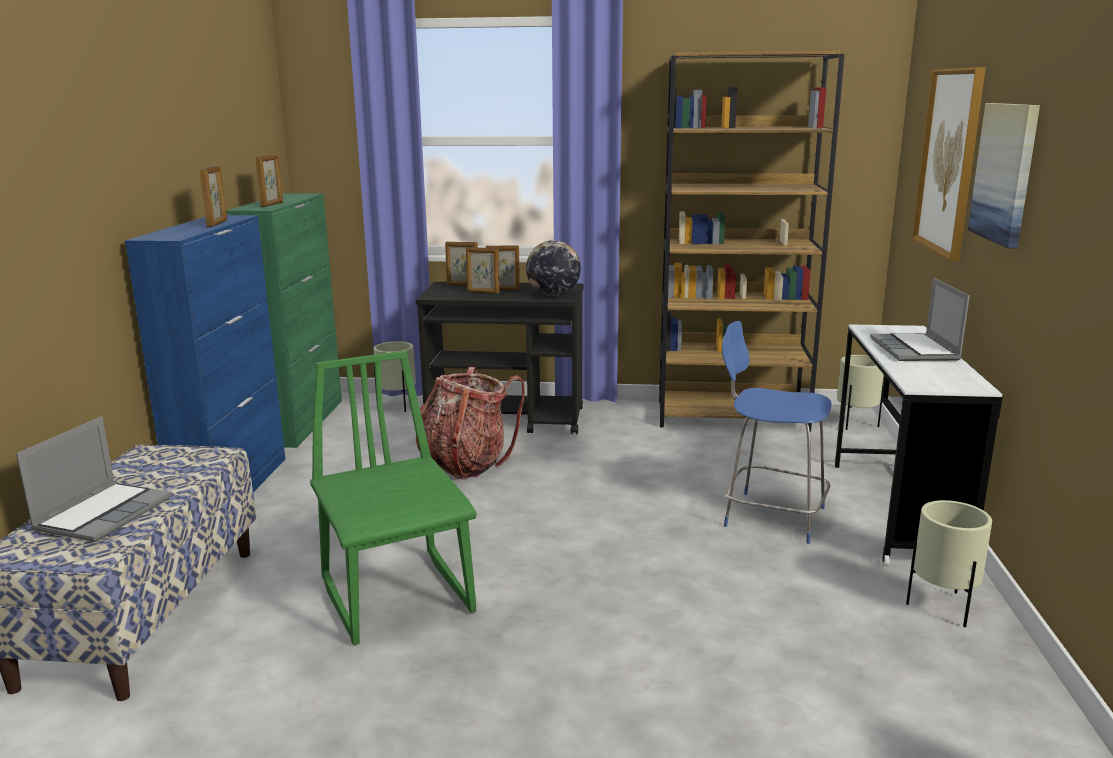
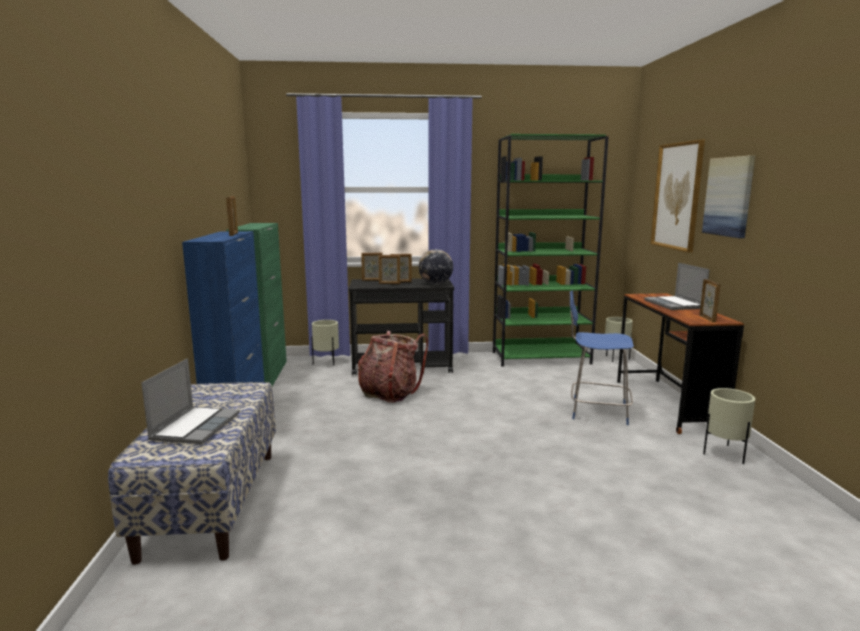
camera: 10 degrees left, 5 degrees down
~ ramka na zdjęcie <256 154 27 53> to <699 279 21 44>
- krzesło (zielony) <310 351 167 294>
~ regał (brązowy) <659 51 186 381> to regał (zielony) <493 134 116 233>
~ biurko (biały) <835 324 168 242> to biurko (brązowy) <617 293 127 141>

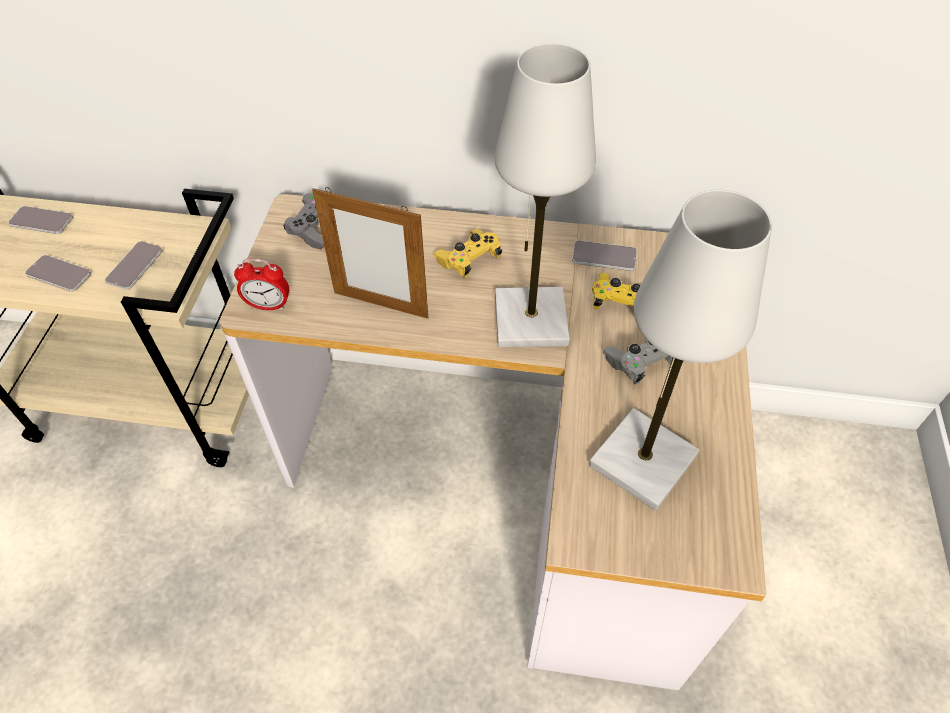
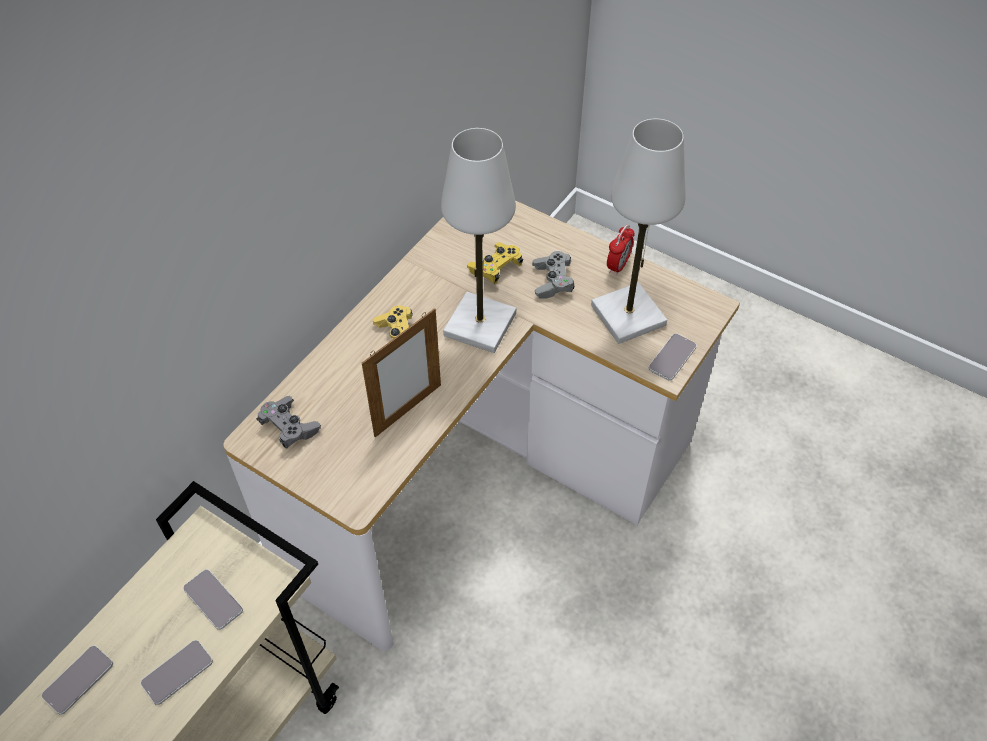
camera: 65 degrees left, 0 degrees up
~ budzik <234 259 55 51> to <607 225 28 51>
~ telefon <572 240 65 31> to <648 333 49 48>

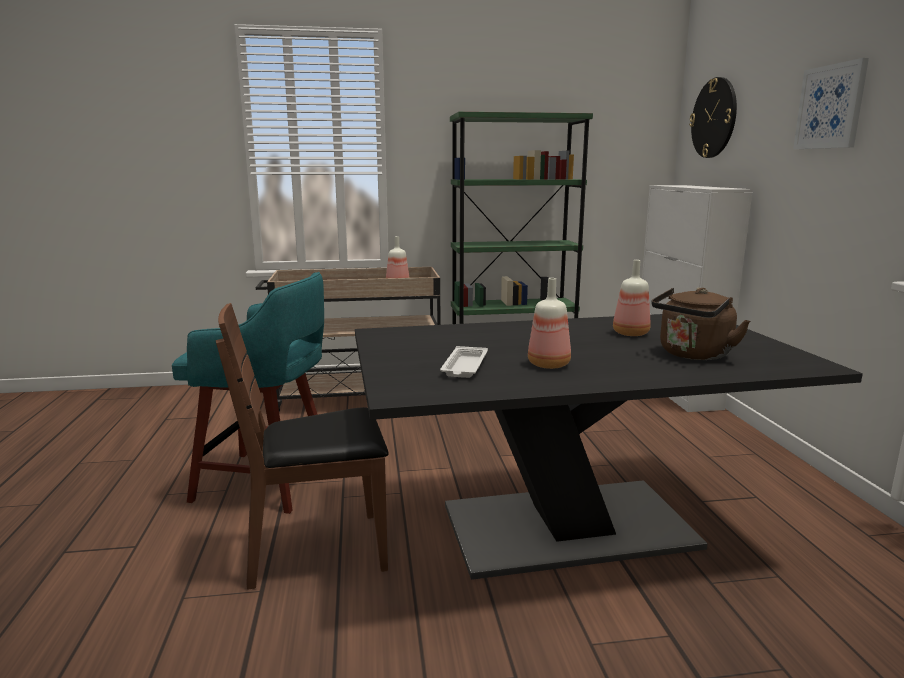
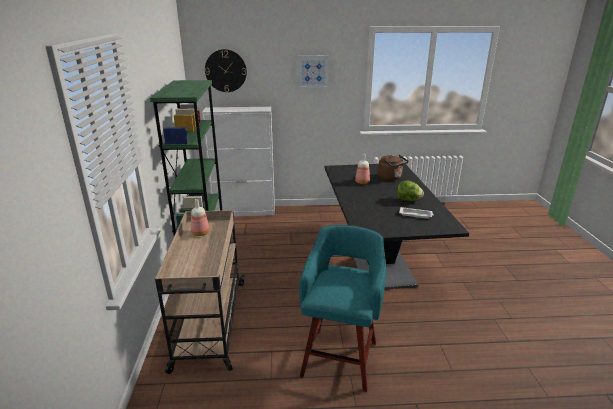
camera: 85 degrees left, 10 degrees up
- krzesło (brązowy) <216 303 173 287>
~ butelka <528 278 43 91> to sałata <397 181 27 20>

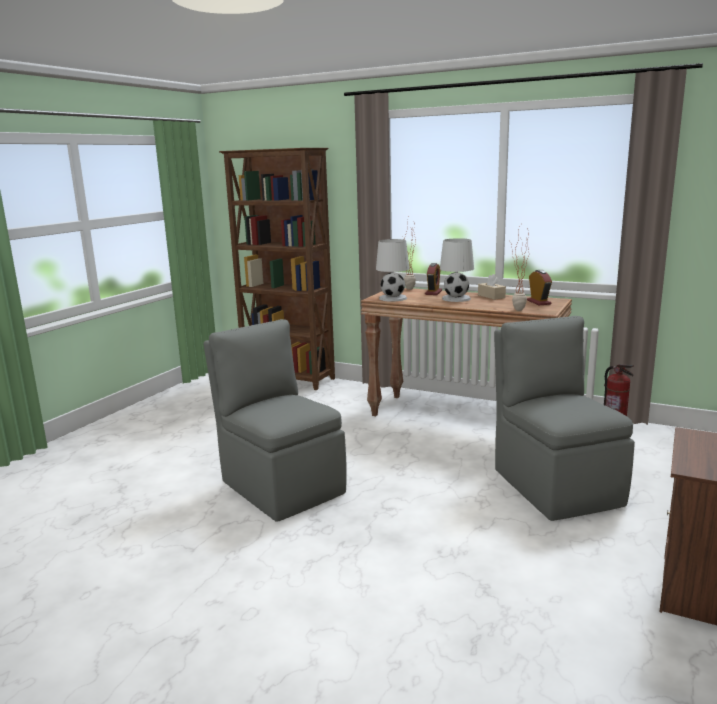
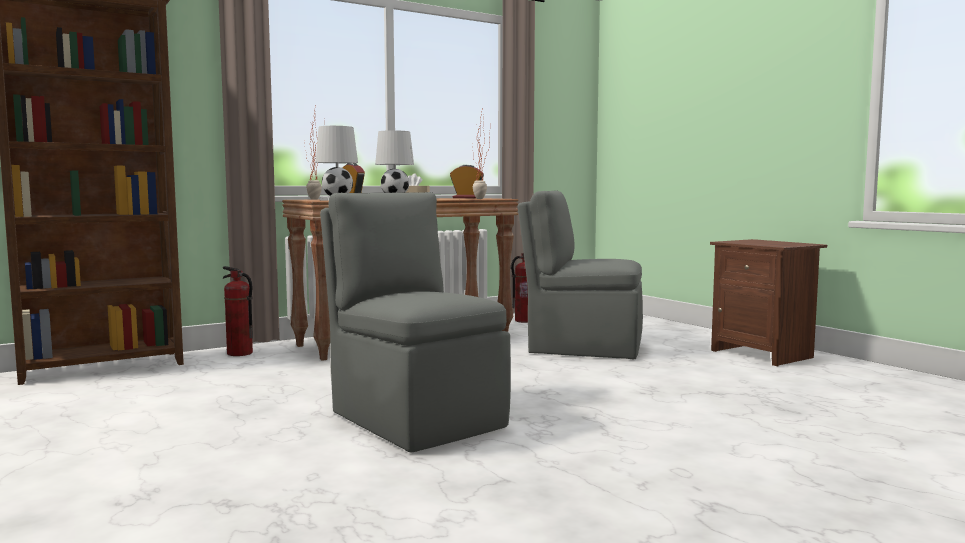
camera: 60 degrees left, 10 degrees down
~ krzesło (szary) <204 319 143 203> = <320 192 191 261> 60 degrees clockwise
+ gaśnica <223 266 30 90>

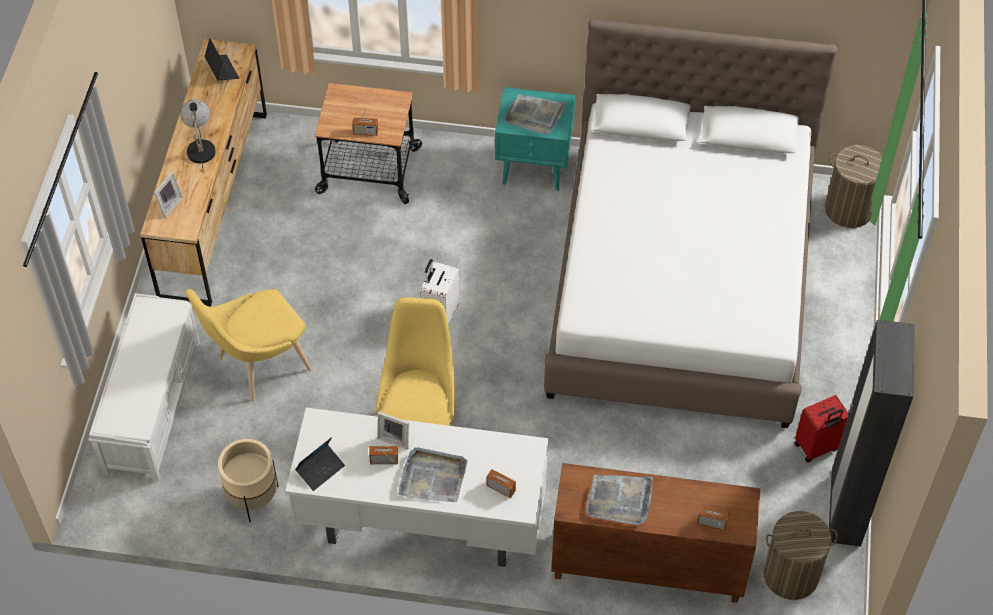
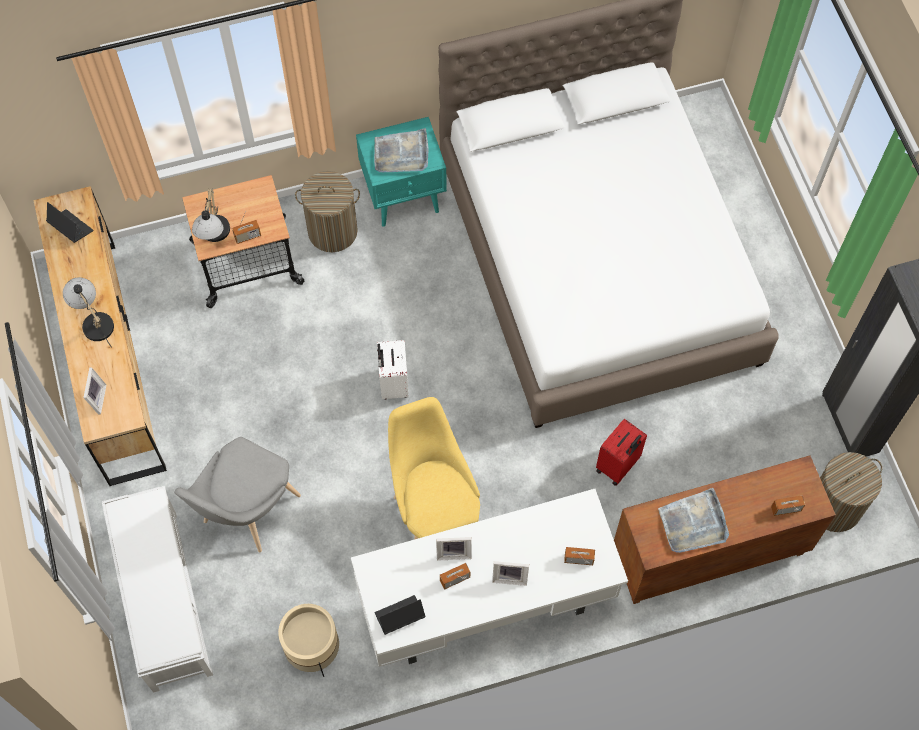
camera: 25 degrees left, 10 degrees up
~ krzesło (żółty) <185 289 127 113> to krzesło (szary) <174 437 127 115>
~ laptop <295 437 50 54> = <375 595 51 40> 135 degrees counterclockwise
~ taca (szary) <398 447 69 55> to ramka na zdjęcie <492 561 37 25>
~ walizka (czerwony) <795 395 54 68> to <596 419 51 67>
~ kosz na pranie <825 145 66 83> to <295 171 65 81>
+ lampa stołowa <192 189 38 53>

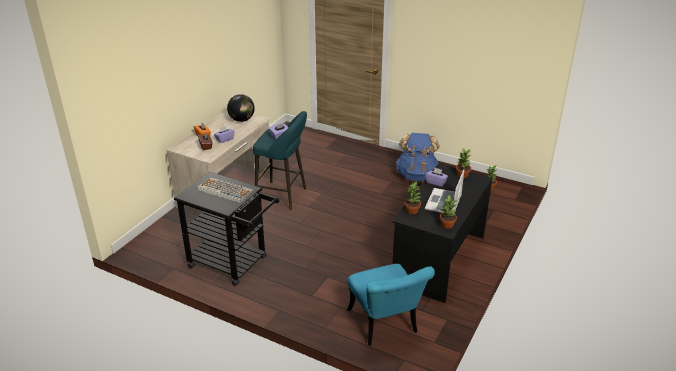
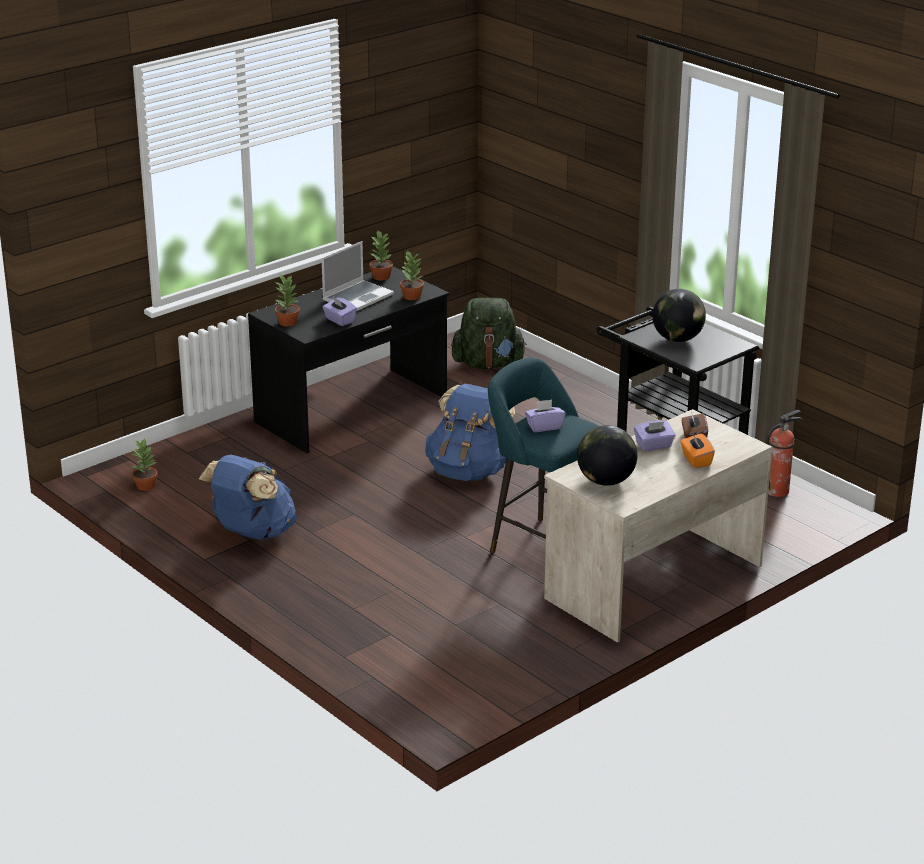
camera: 160 degrees left, 5 degrees down
~ klawiatura <197 177 57 26> to globus <652 289 54 53>
~ krzesło (turkusowy) <347 264 88 82> to plecak (zielony) <451 298 76 71>
+ plecak (niebieski) <425 384 90 97>
+ gaśnica <766 410 37 87>

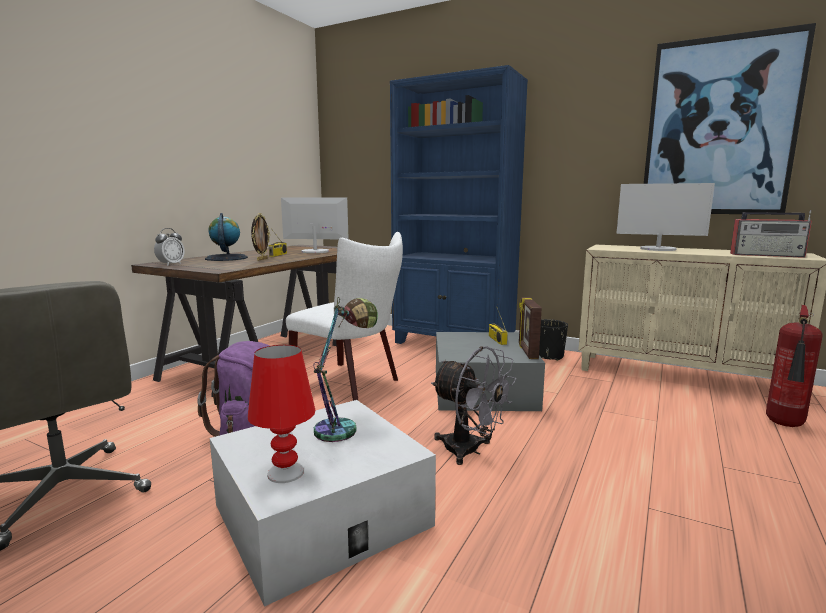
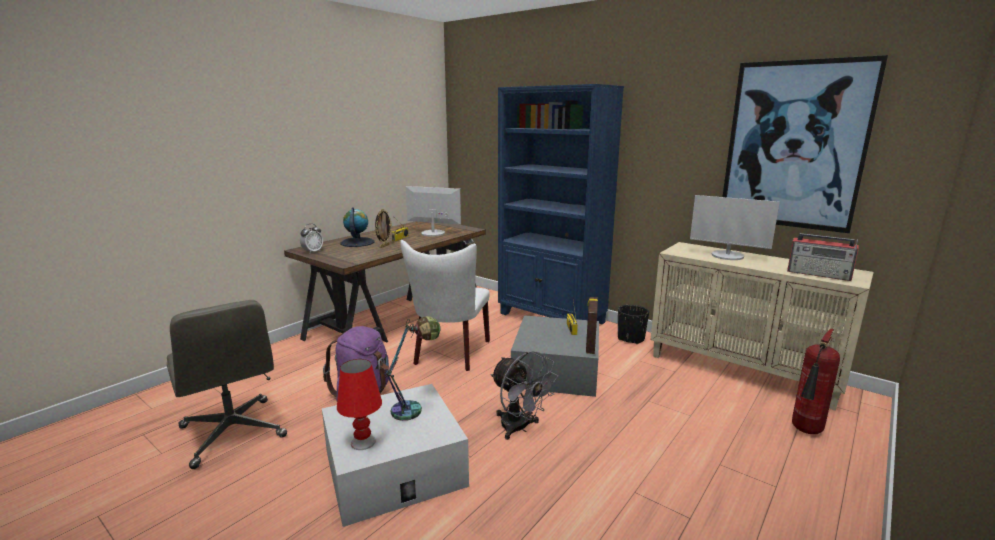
camera: 10 degrees right, 5 degrees up
~ krzesło (biały) <286 232 117 169> = <400 240 90 131> 60 degrees clockwise

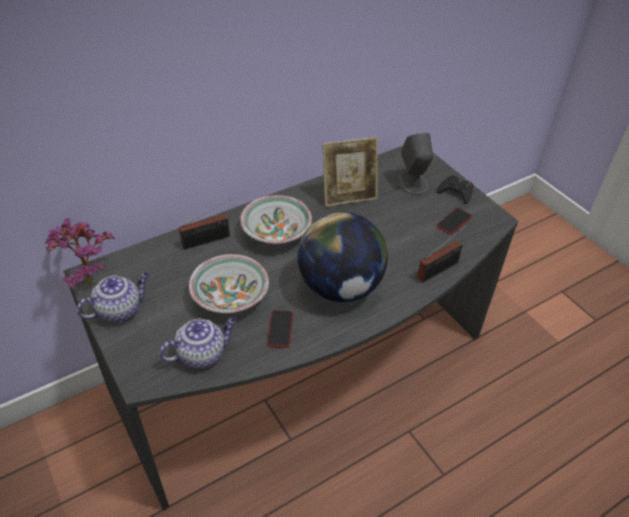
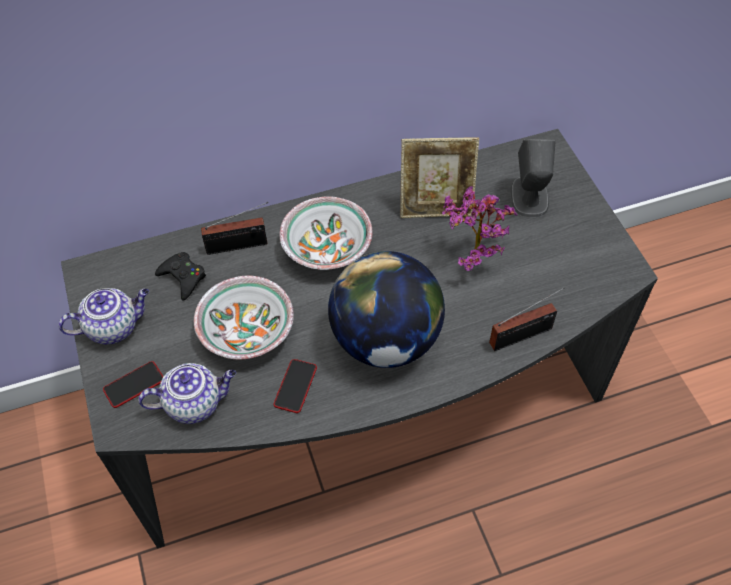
camera: 15 degrees right, 10 degrees up
~ roślina doniczkowa <45 218 70 69> to <442 186 75 85>
~ telefon <436 208 36 26> to <103 361 61 47>
~ pad do gier (czarny) <437 175 36 29> to <155 252 51 49>

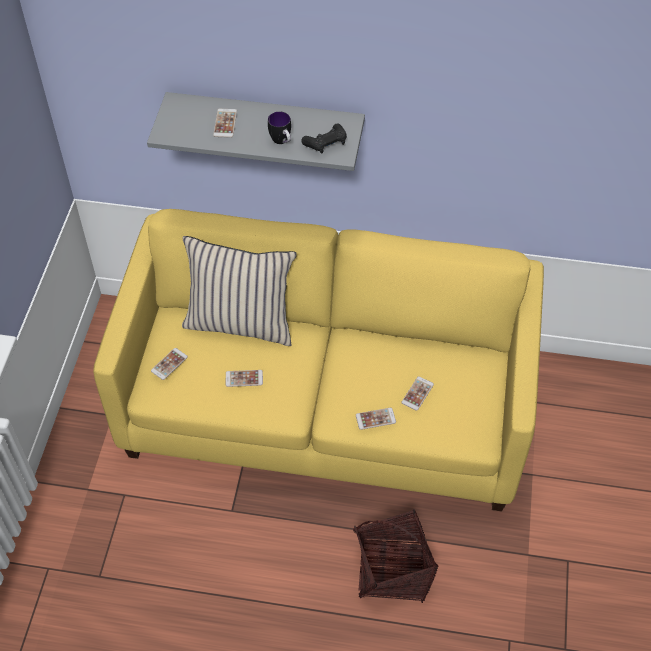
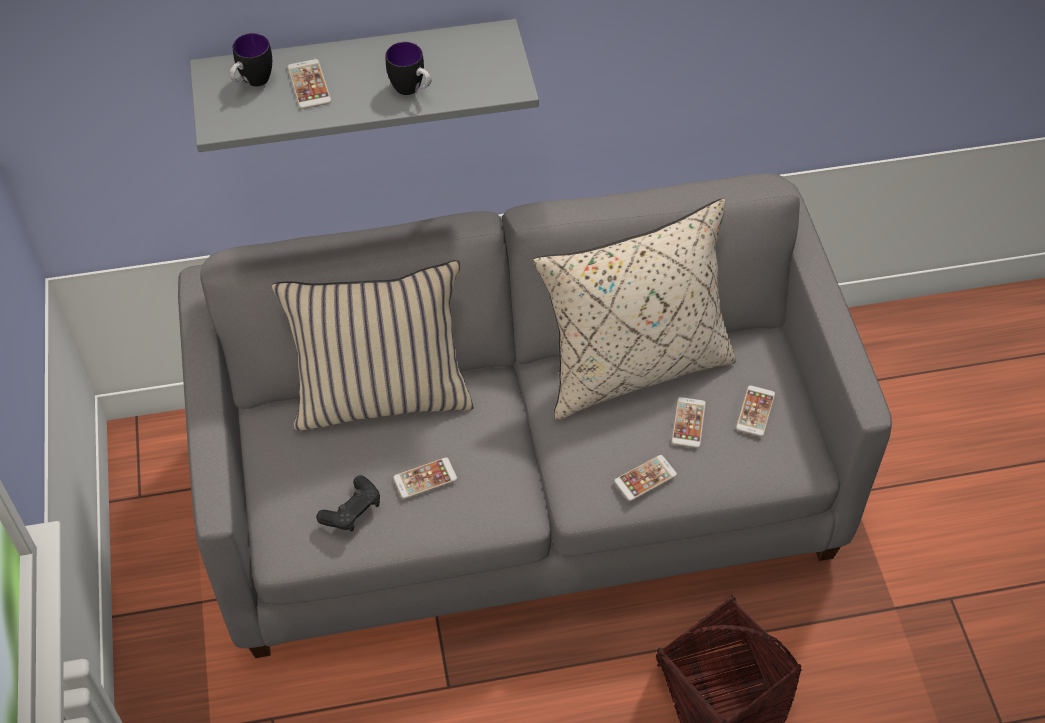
camera: 20 degrees left, 0 degrees up
~ kanapa (żółty) <93 209 451 303> to kanapa (szary) <178 173 714 485>
~ telefon <151 348 37 32> to <736 385 39 52>
~ pad do gier (czarny) <301 123 46 31> to <316 475 64 57>
+ kubek <230 33 42 53>
+ poduszka (beżowy) <533 198 203 222>

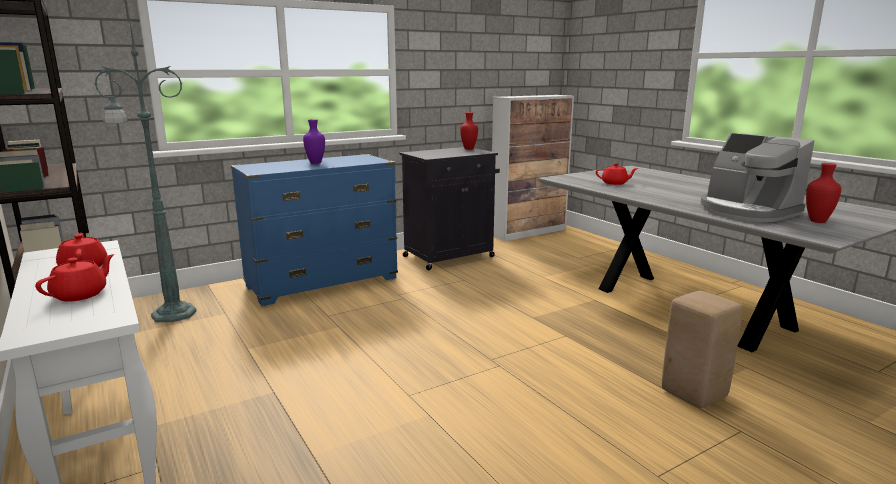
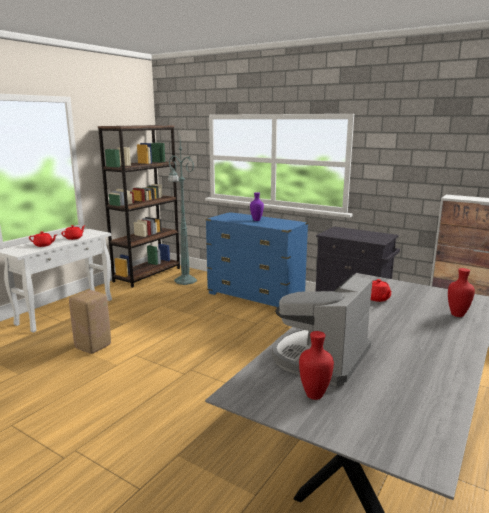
camera: 65 degrees right, 0 degrees up
~ wazon (czerwony) <460 112 18 38> to <448 268 27 49>
~ stołek (beżowy) <662 291 81 117> to <69 290 42 64>

